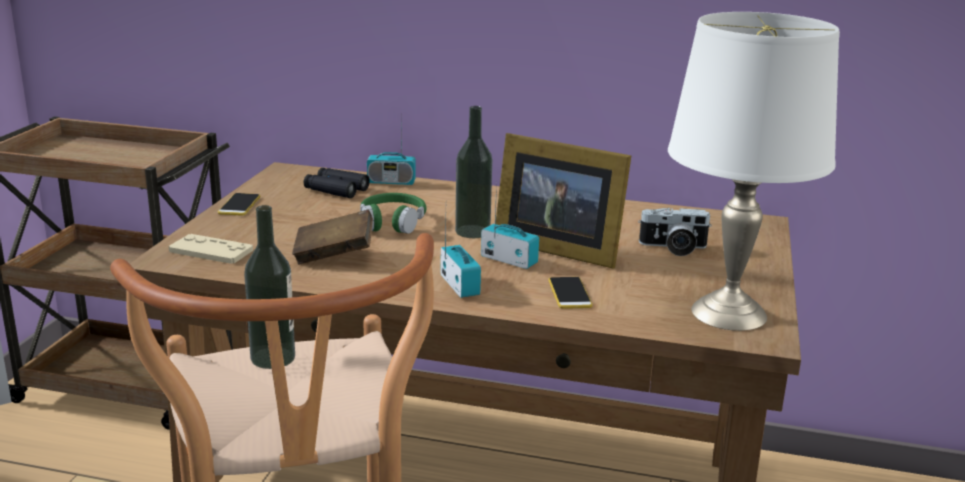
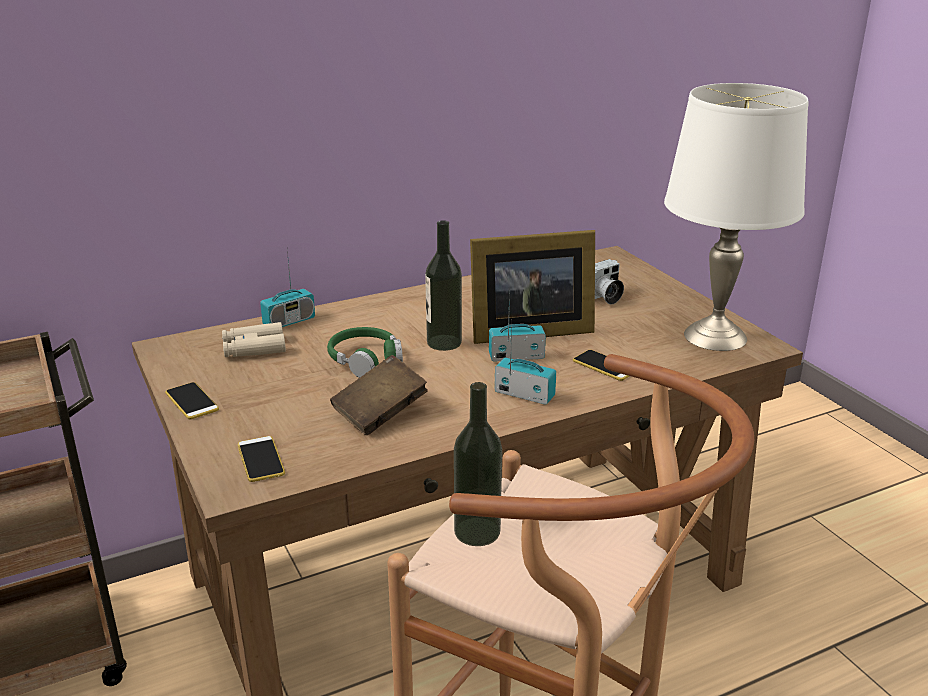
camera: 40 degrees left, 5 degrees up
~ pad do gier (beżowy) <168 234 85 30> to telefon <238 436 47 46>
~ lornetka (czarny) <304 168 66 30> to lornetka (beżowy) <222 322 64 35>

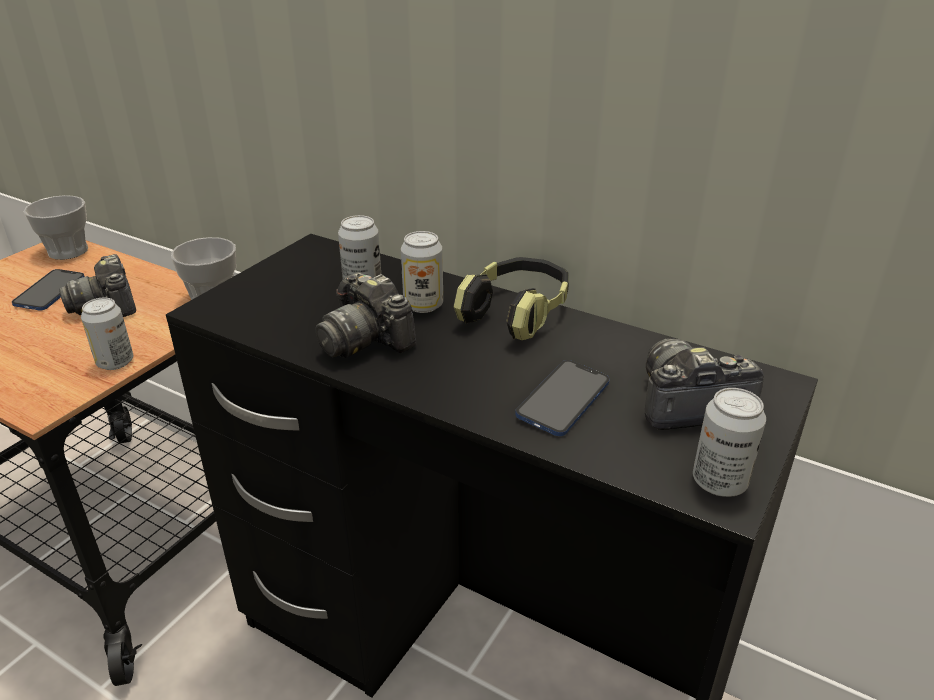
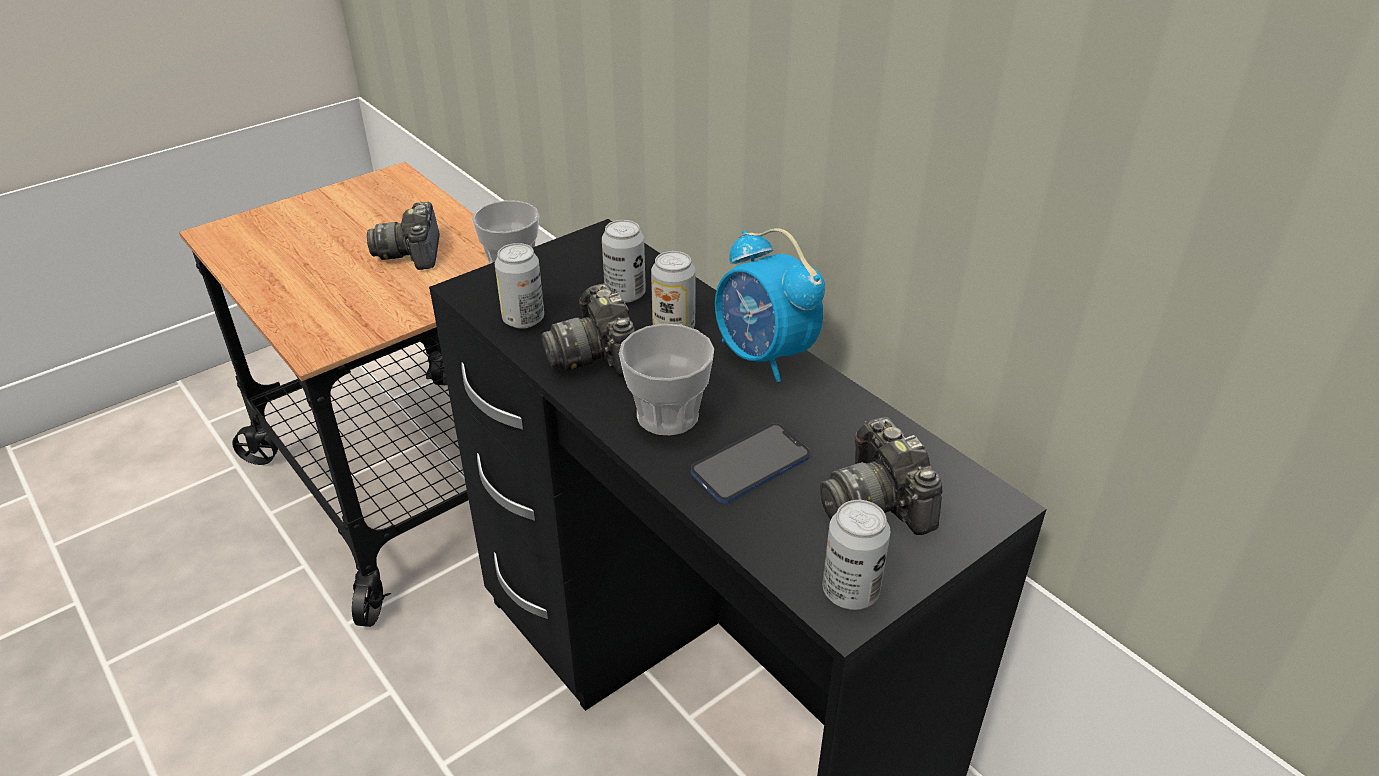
camera: 20 degrees right, 5 degrees up
- telefon <12 269 73 41>
~ filiżanka <23 195 65 65> to <619 324 95 111>
~ puszka <81 298 52 72> to <495 243 49 86>
~ słuchawki <454 257 115 83> to budzik <715 228 110 154>
~ aparat fotograficzny <645 339 119 91> = <820 417 122 118> 120 degrees counterclockwise

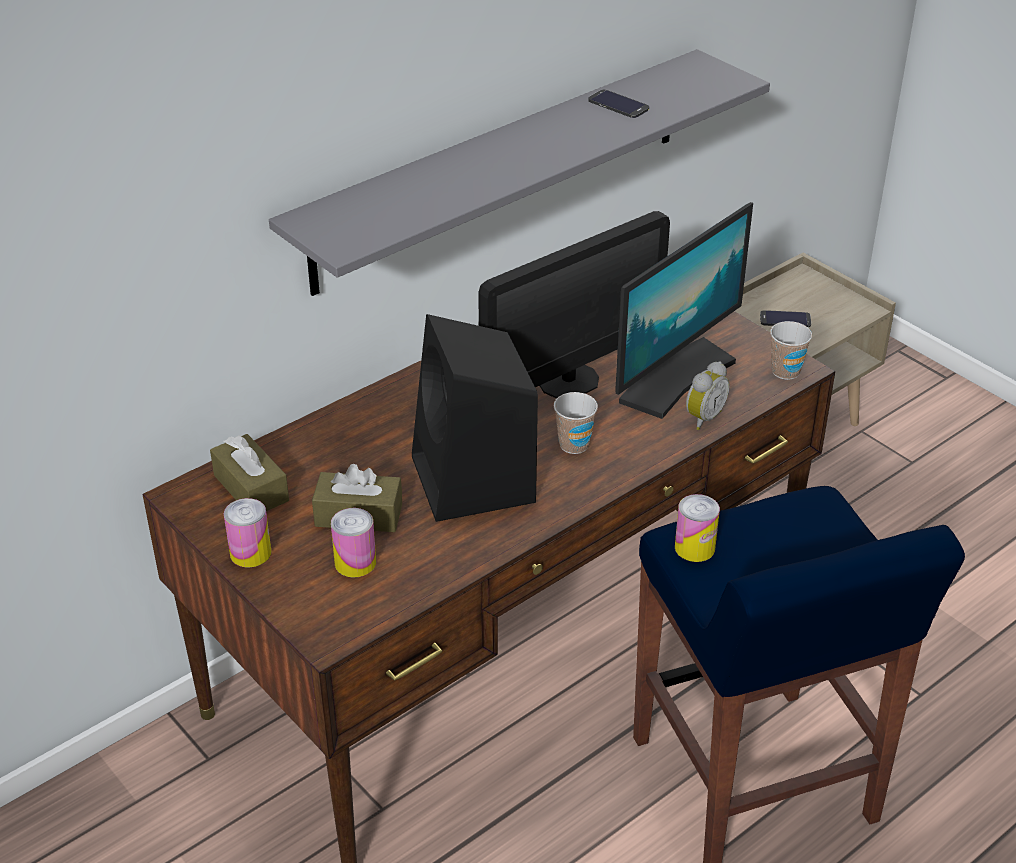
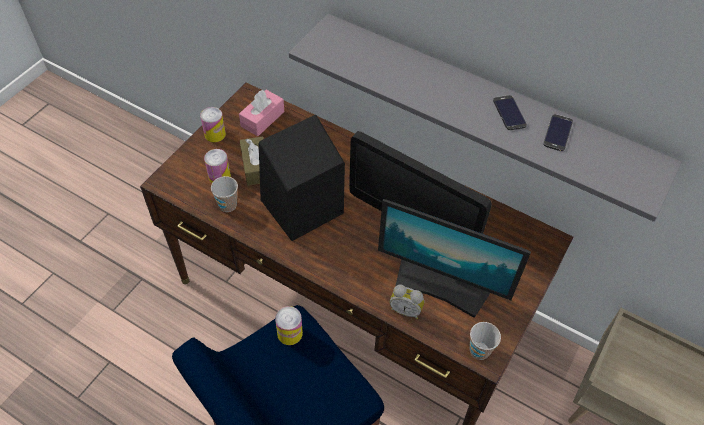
camera: 70 degrees right, 15 degrees up
~ pudełko chusteczek (brązowy) <210 434 79 77> to pudełko chusteczek (różowy) <239 90 45 46>
~ filiżanka <554 392 44 62> to <211 176 27 36>
~ telefon <760 310 51 17> to <493 95 34 35>

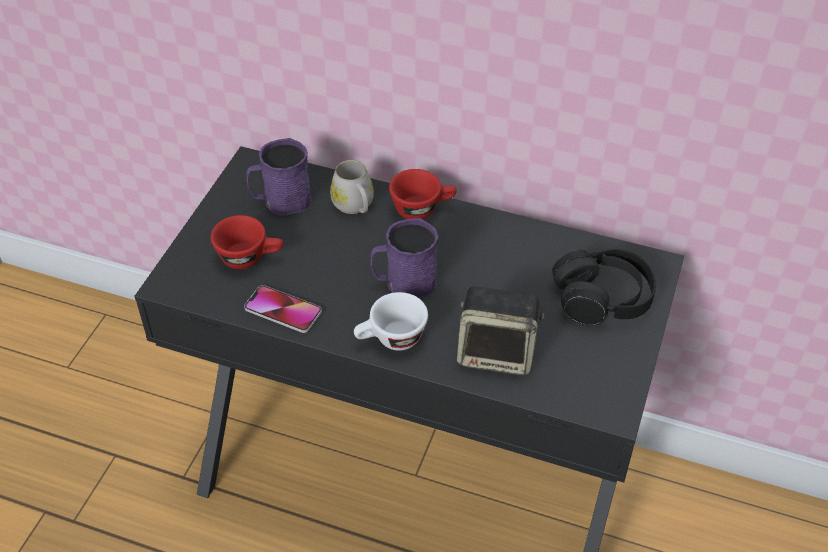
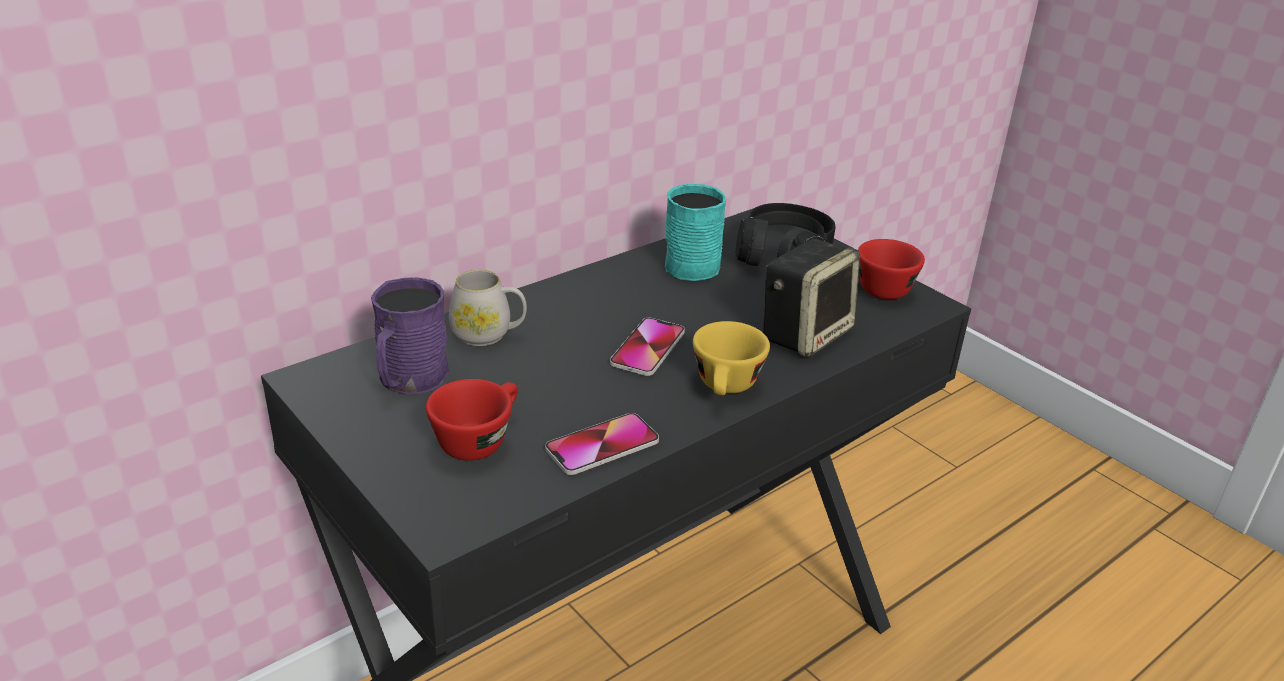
camera: 60 degrees left, 15 degrees down
~ filiżanka (biały) <354 292 74 59> to filiżanka (żółty) <693 321 77 74>
~ kubek (fioletowy) <370 218 69 80> to telefon <610 318 75 58>
~ filiżanka (czerwony) <389 169 68 50> to <858 239 67 60>
+ kubek (turkusowy) <665 184 61 97>

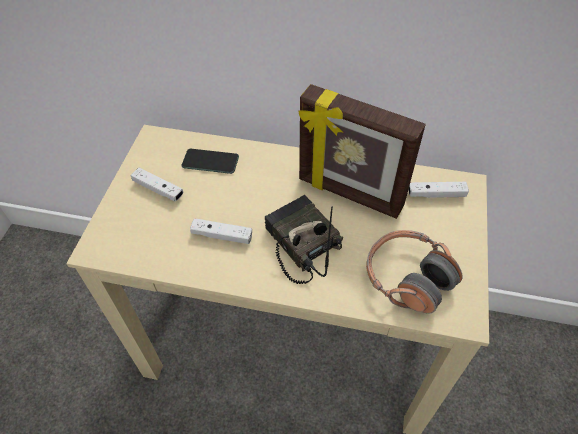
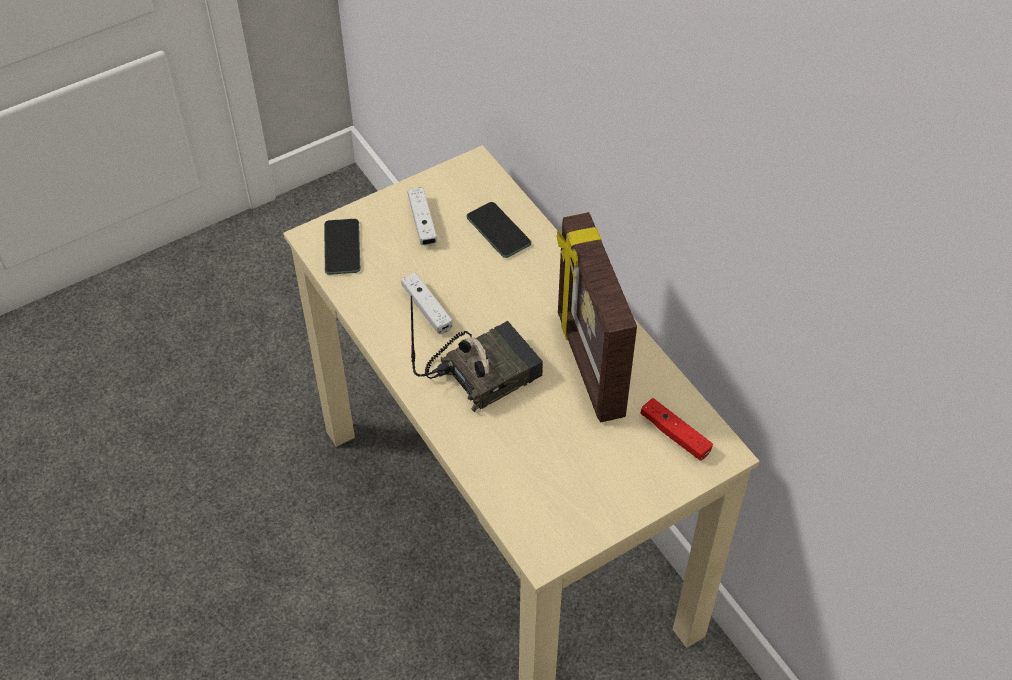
camera: 45 degrees right, 0 degrees up
~ radio <265 195 78 89> = <411 296 132 116> 45 degrees clockwise
- słuchawki <366 230 97 84>
~ pad do gier (biały) <408 182 61 16> to pad do gier (czerwony) <640 398 73 63>
+ telefon <324 219 36 56>

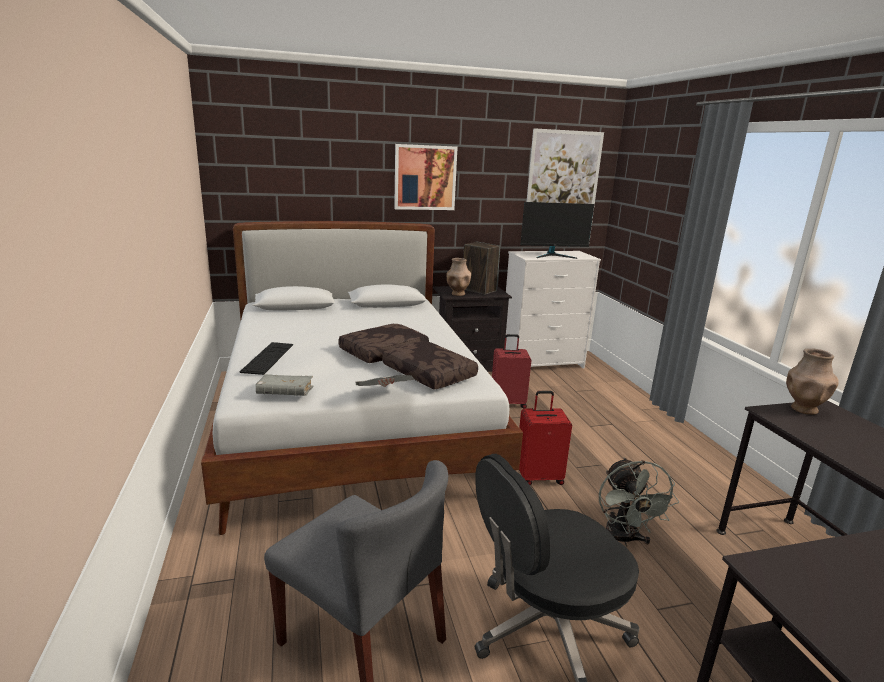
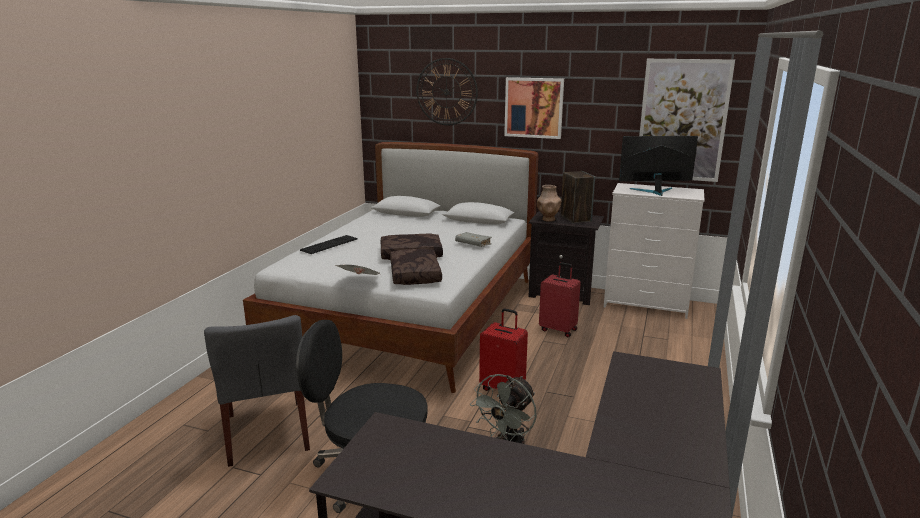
camera: 35 degrees right, 0 degrees up
~ książka (szary) <256 374 58 22> to <455 232 37 15>
~ monitor <520 202 74 57> = <619 136 79 60> 150 degrees clockwise
- wazon (brązowy) <786 348 53 67>
+ zegar ścienny <416 58 62 67>

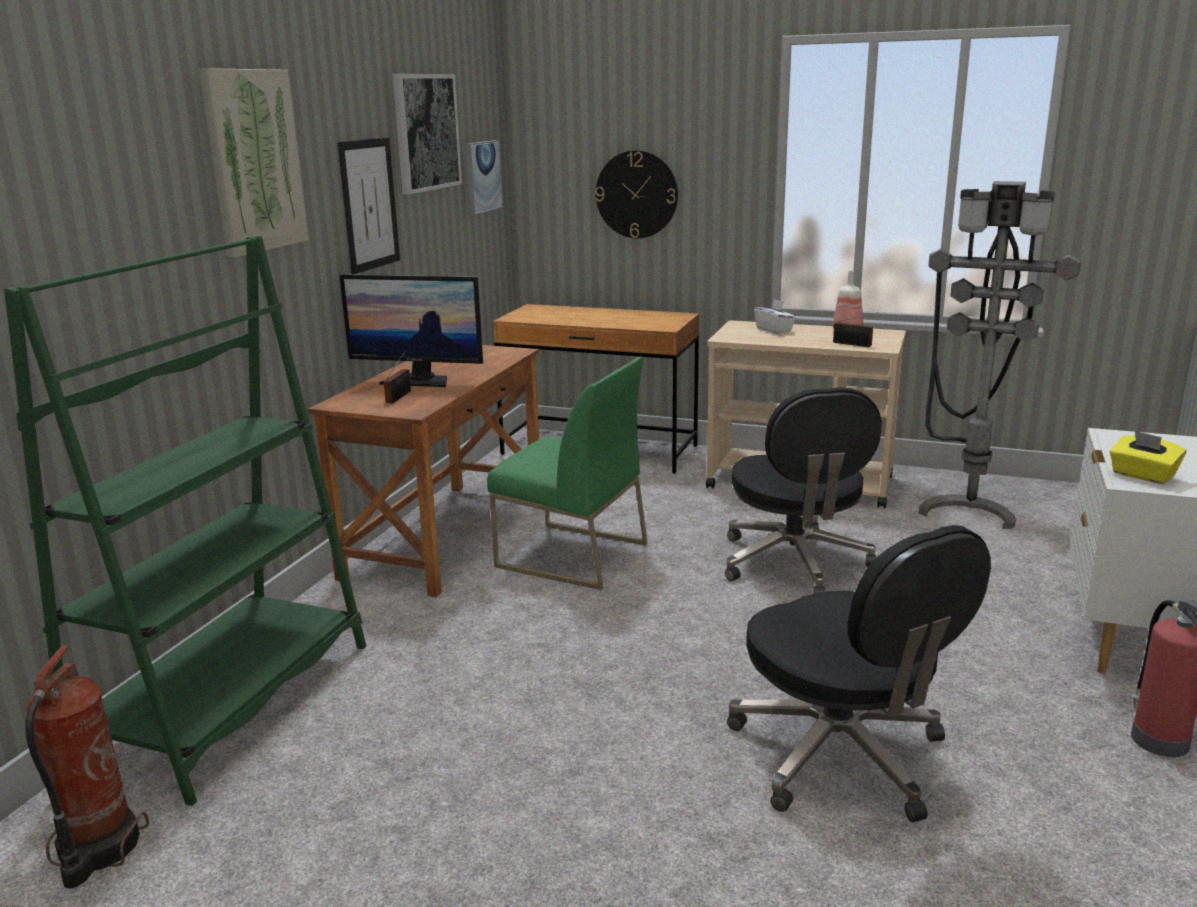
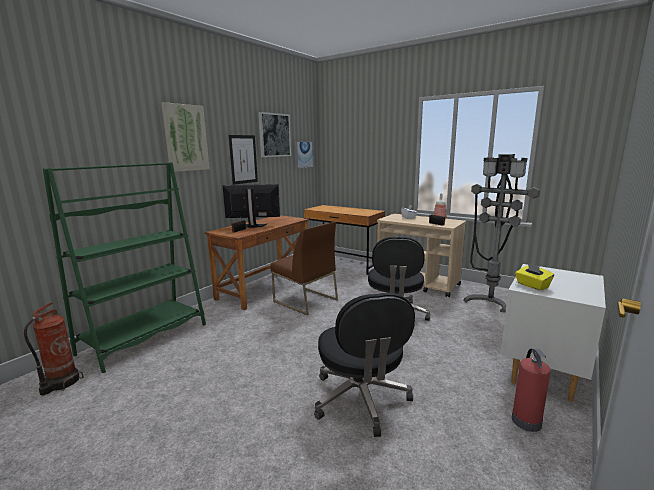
camera: 15 degrees right, 5 degrees down
~ monitor <340 274 143 113> = <223 184 57 44> 150 degrees clockwise
~ krzesło (zielony) <487 357 161 233> to krzesło (brązowy) <271 221 67 94>
- zegar ścienny <595 150 83 88>

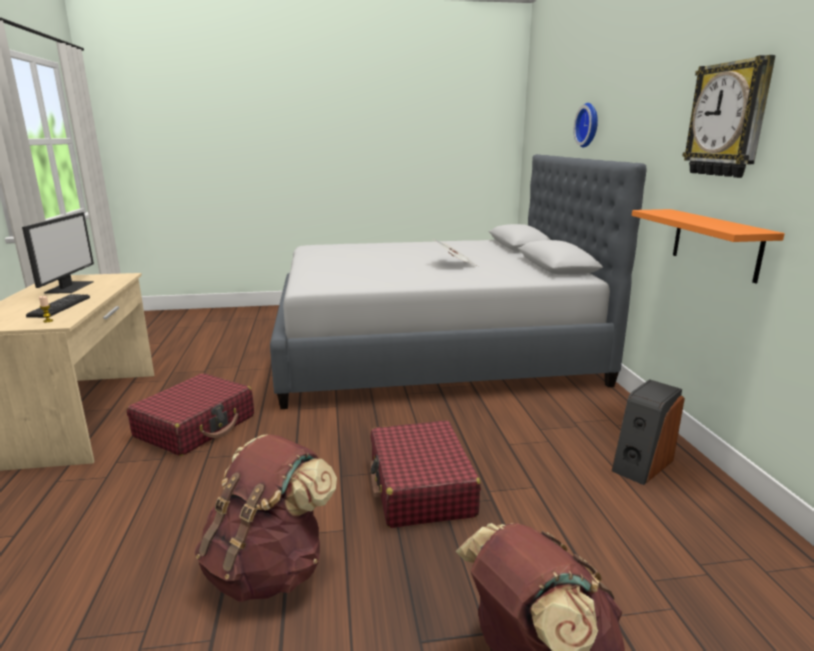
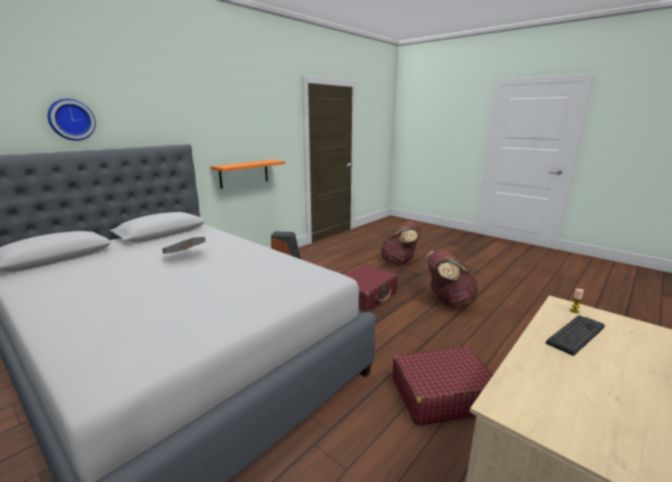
camera: 130 degrees left, 0 degrees up
- monitor <22 212 72 81>
- zegar ścienny <682 55 94 123>

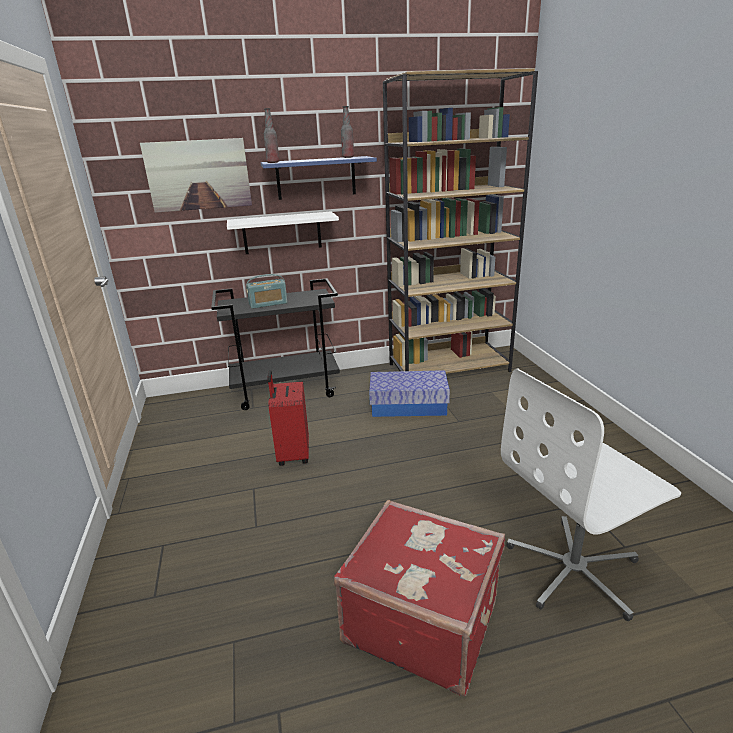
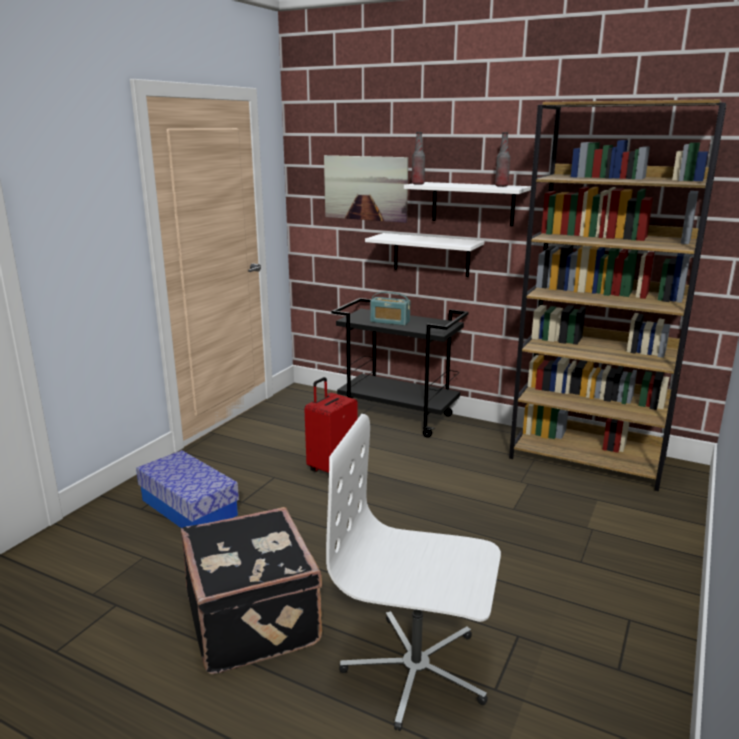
camera: 40 degrees right, 5 degrees down
~ półka (niebieski) <261 156 116 44> to półka (biały) <404 182 127 44>
~ walizka (czerwony) <334 500 171 196> to walizka (czarny) <181 507 141 167>
~ pojemnik do przechowywania <369 370 81 47> to <136 450 103 78>

